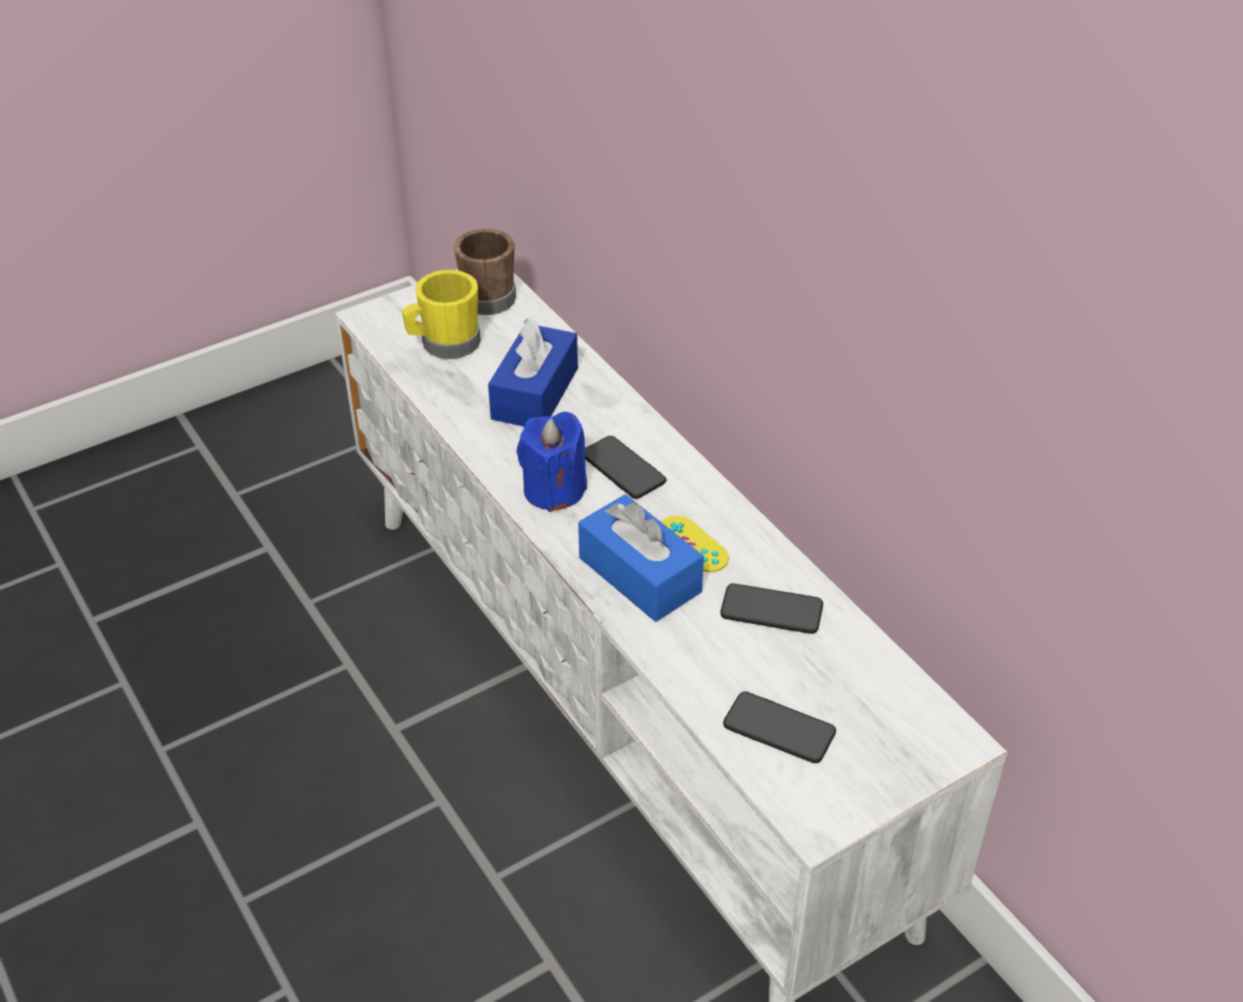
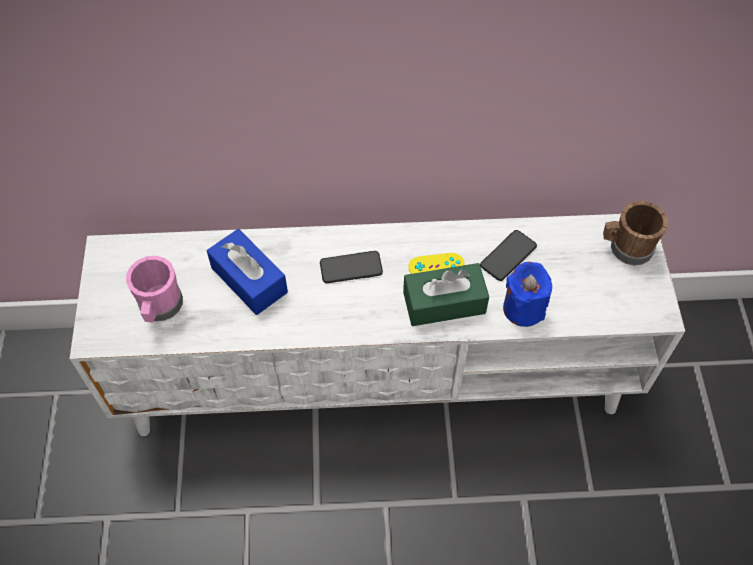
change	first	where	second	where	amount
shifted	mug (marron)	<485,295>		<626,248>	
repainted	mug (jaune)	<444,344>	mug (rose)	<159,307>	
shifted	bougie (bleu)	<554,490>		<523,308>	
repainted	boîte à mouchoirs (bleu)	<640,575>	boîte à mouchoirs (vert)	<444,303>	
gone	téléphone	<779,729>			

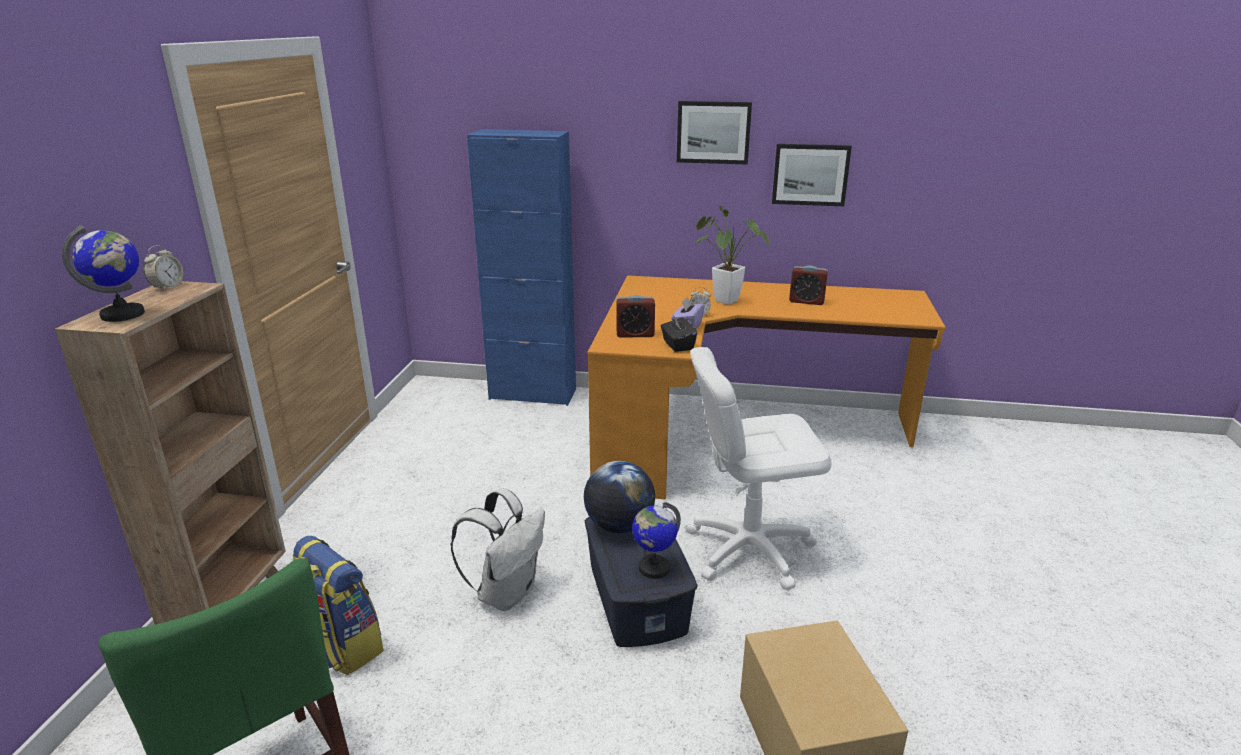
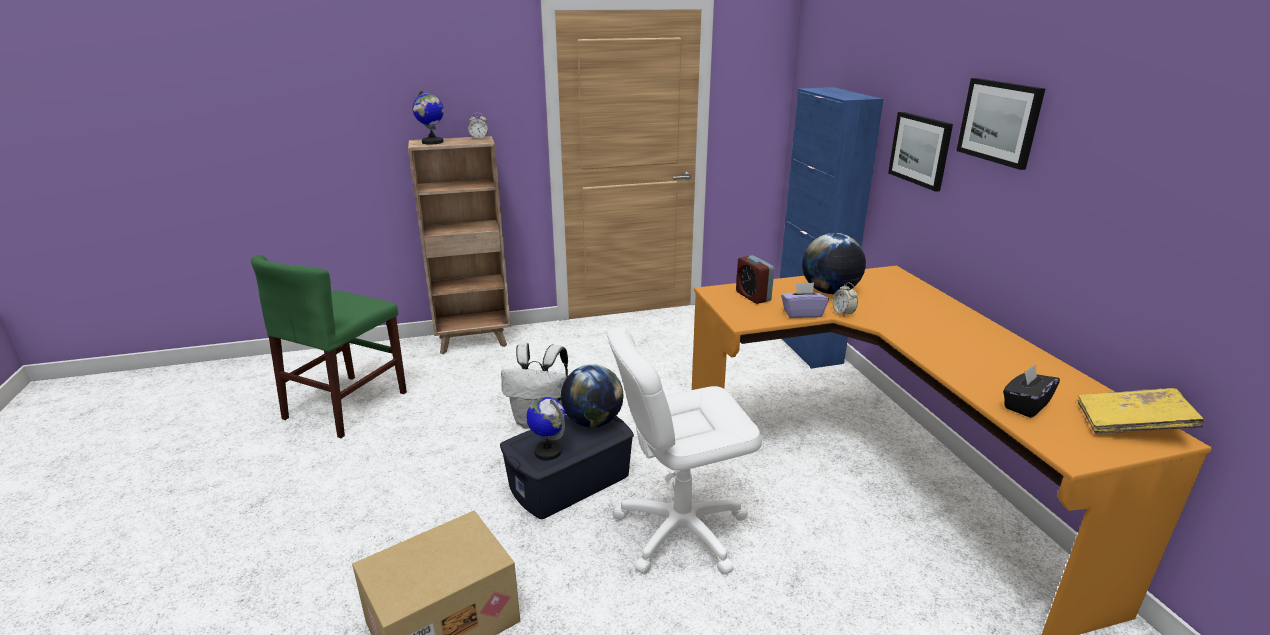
change	first	where	second	where	amount
shifted	tableau	<810,174>		<920,150>	
gone	plante en pot	<722,299>			
gone	réveil	<806,301>			
shifted	boîte à mouchoirs (noir)	<677,345>		<1025,405>	
rotated	chaise de bureau (blanc)	<748,549>		<680,530>	75 degrees counterclockwise
gone	sac à dos	<341,646>			
new			globe	<829,292>	
new			livre (jaune)	<1131,425>	

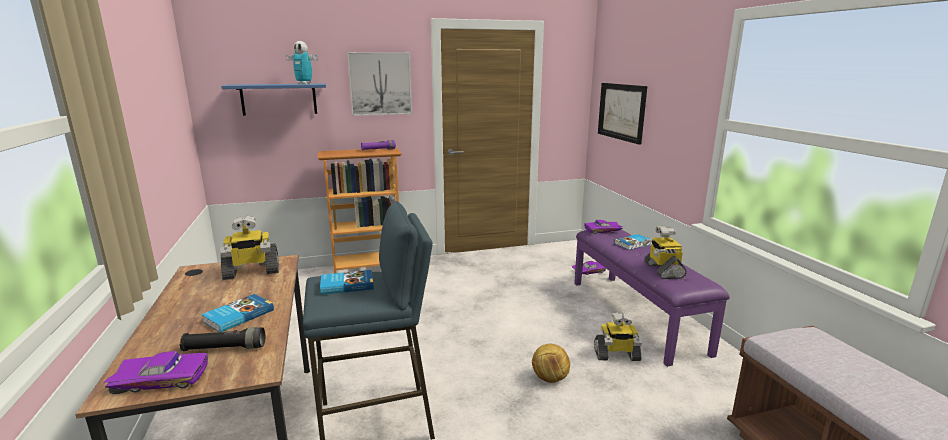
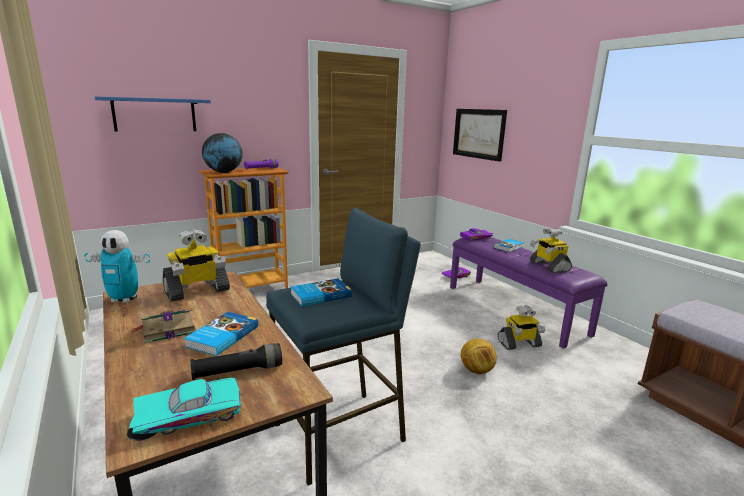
change	first	where	second	where	amount
shifted	robot jouet	<304,84>		<124,299>	
gone	tableau	<380,84>			
repainted	petite voiture (violet)	<162,378>	petite voiture (turquoise)	<189,413>	
new			globe	<223,172>	
new			livre	<167,330>	

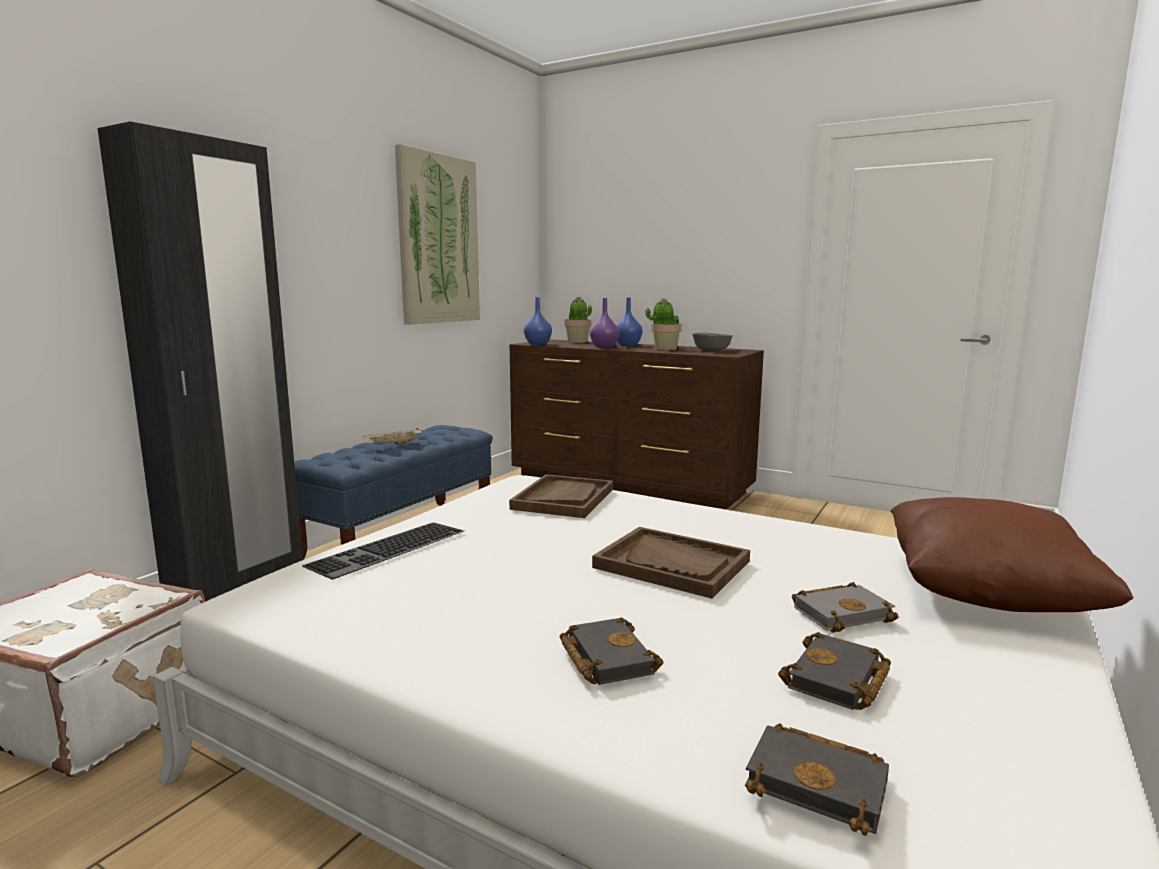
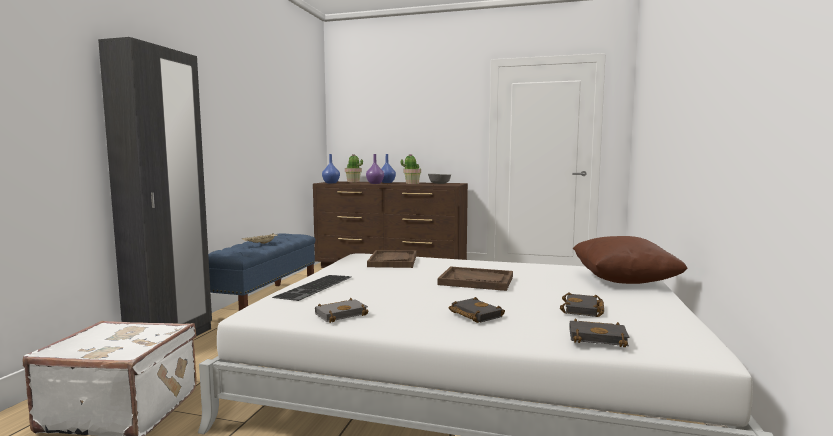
change	first	where	second	where	amount
gone	tableau	<438,240>			
shifted	livre (gris)	<842,612>		<341,314>	

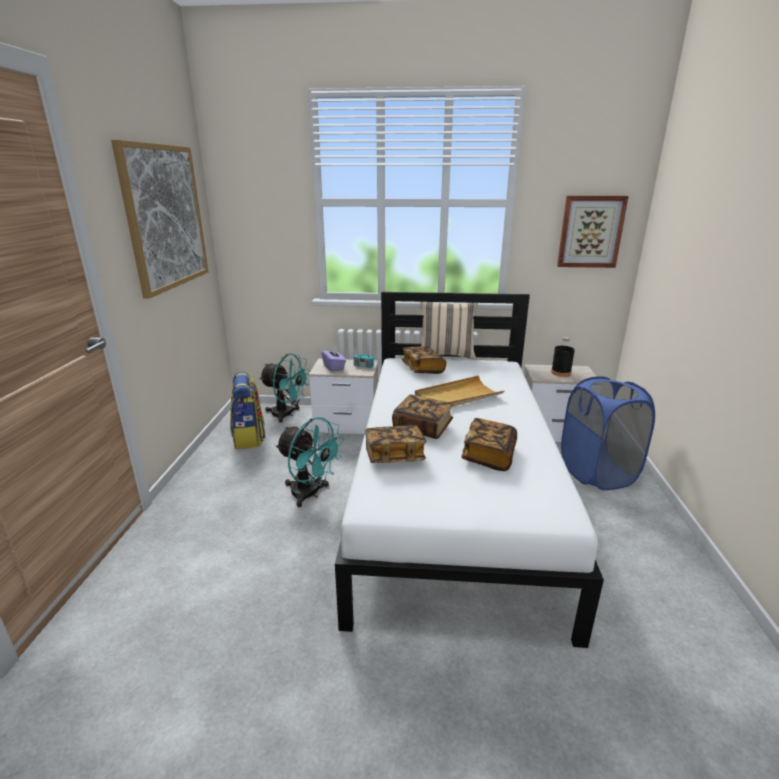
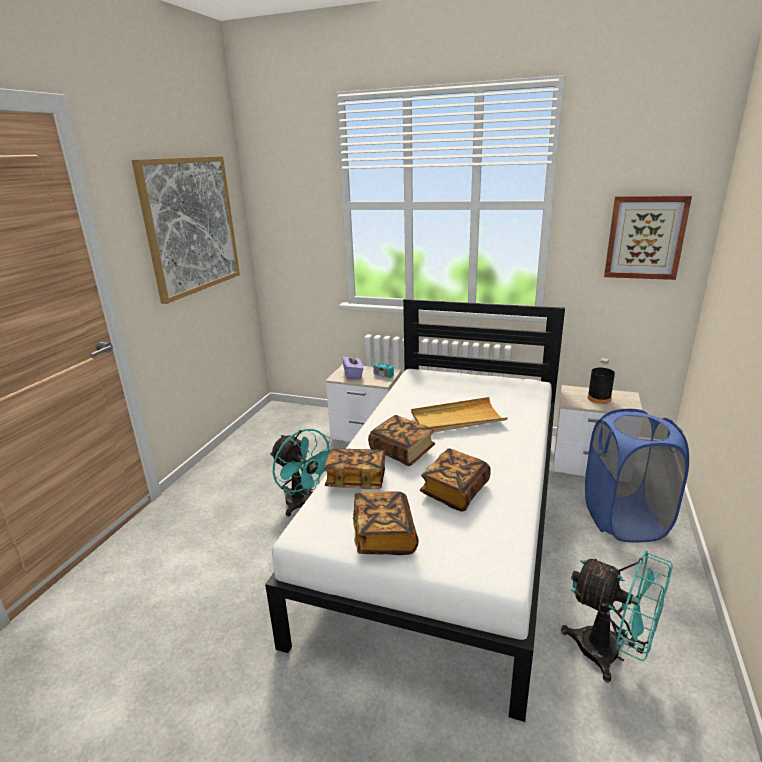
change	first	where	second	where	amount
gone	coussin (beige)	<446,355>			
shifted	livre	<422,369>		<384,536>	
shifted	ventilateur (turquoise)	<287,415>		<610,654>	
gone	sac à dos	<249,438>			

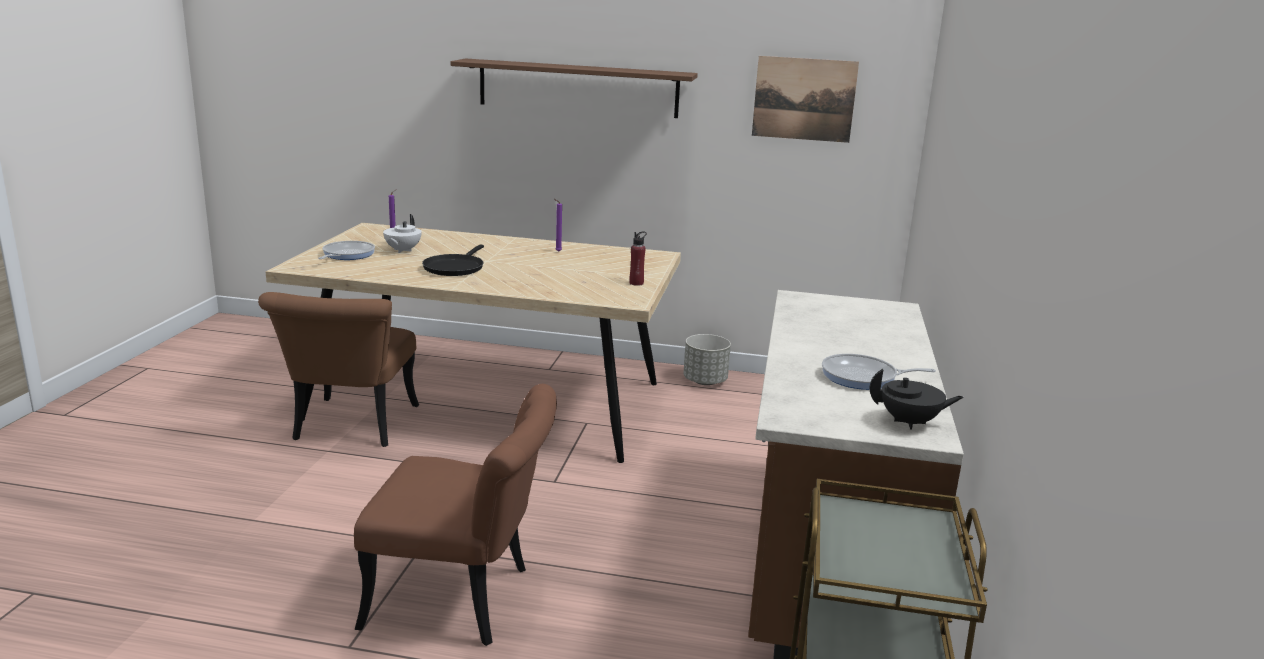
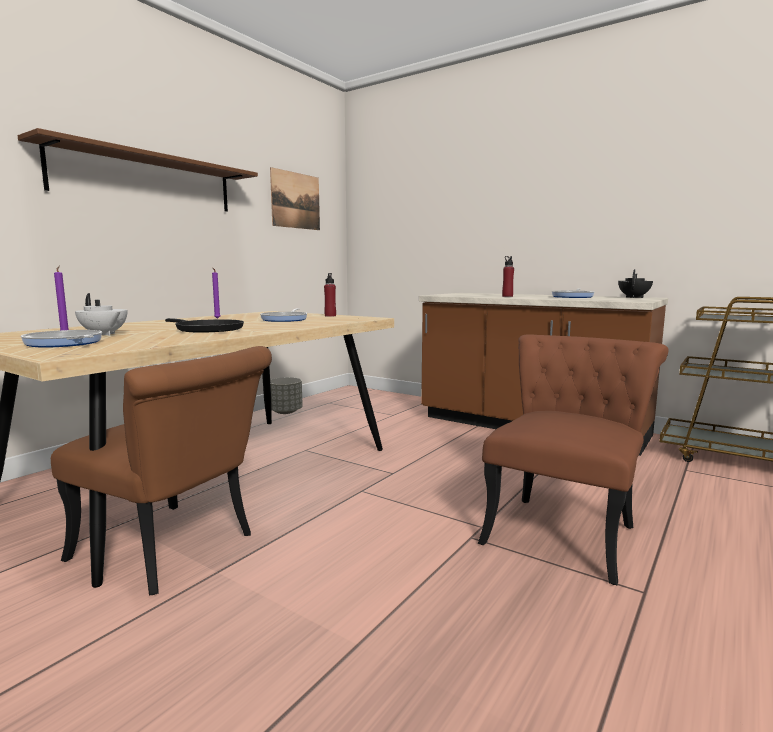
change	first	where	second	where	amount
new			bouteille (rouge)	<507,296>	
new			poêle	<285,319>	

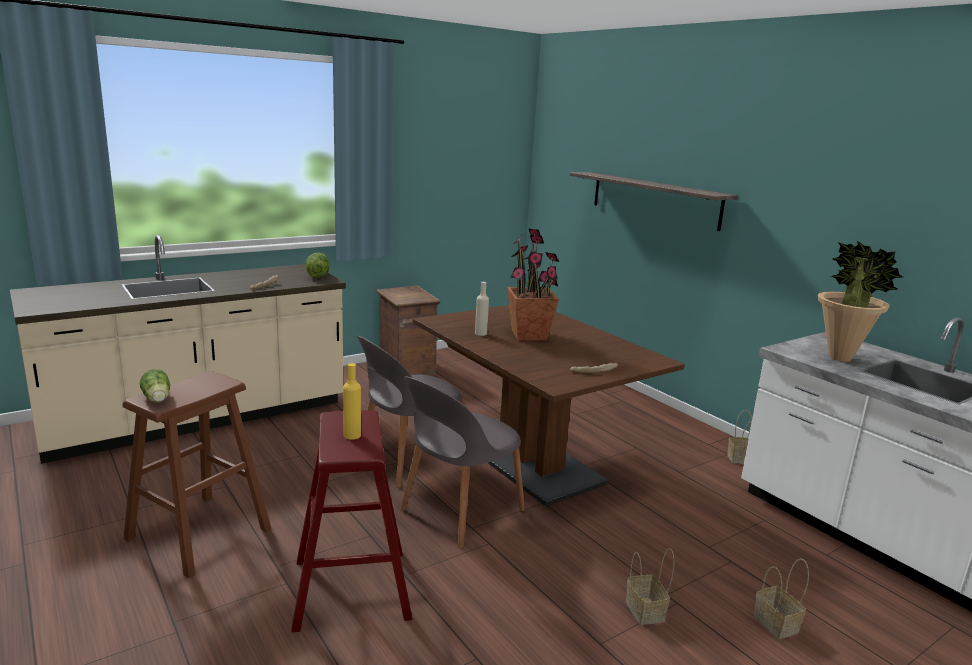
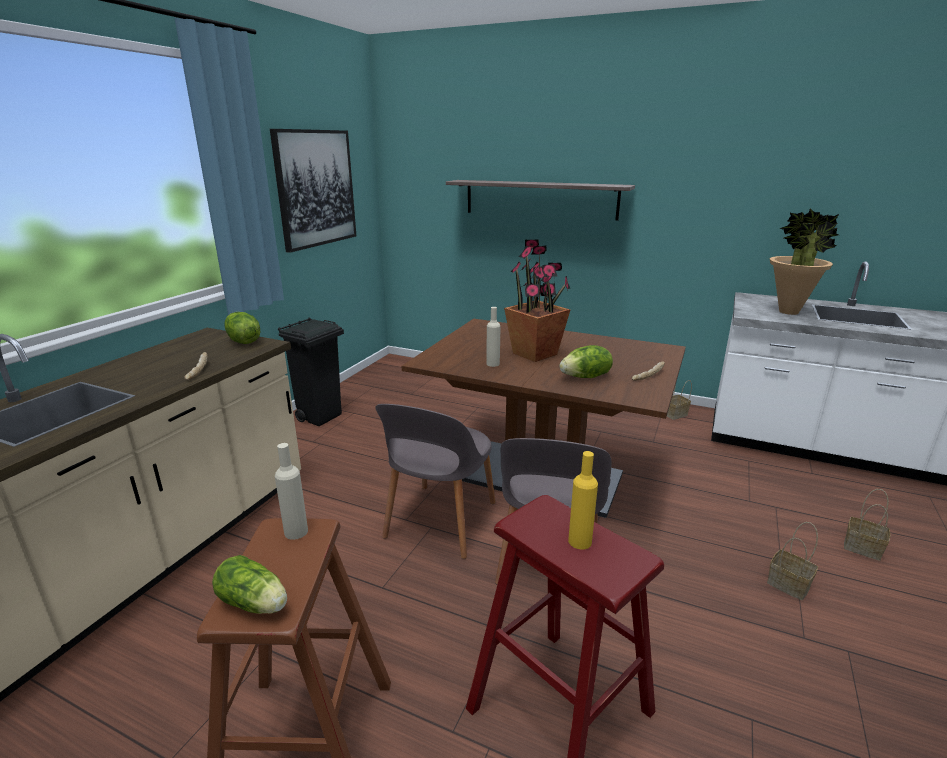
change	first	where	second	where	amount
swapped	caisse	<406,367>	poubelle (noir)	<321,417>	
new			tableau	<316,188>	
new			laitue	<586,377>	
new			bouteille (beige)	<296,532>	

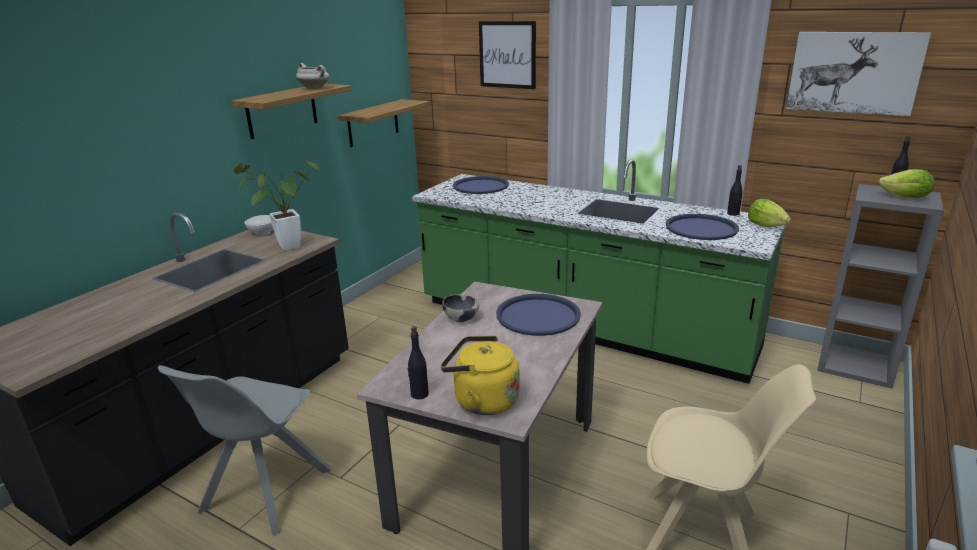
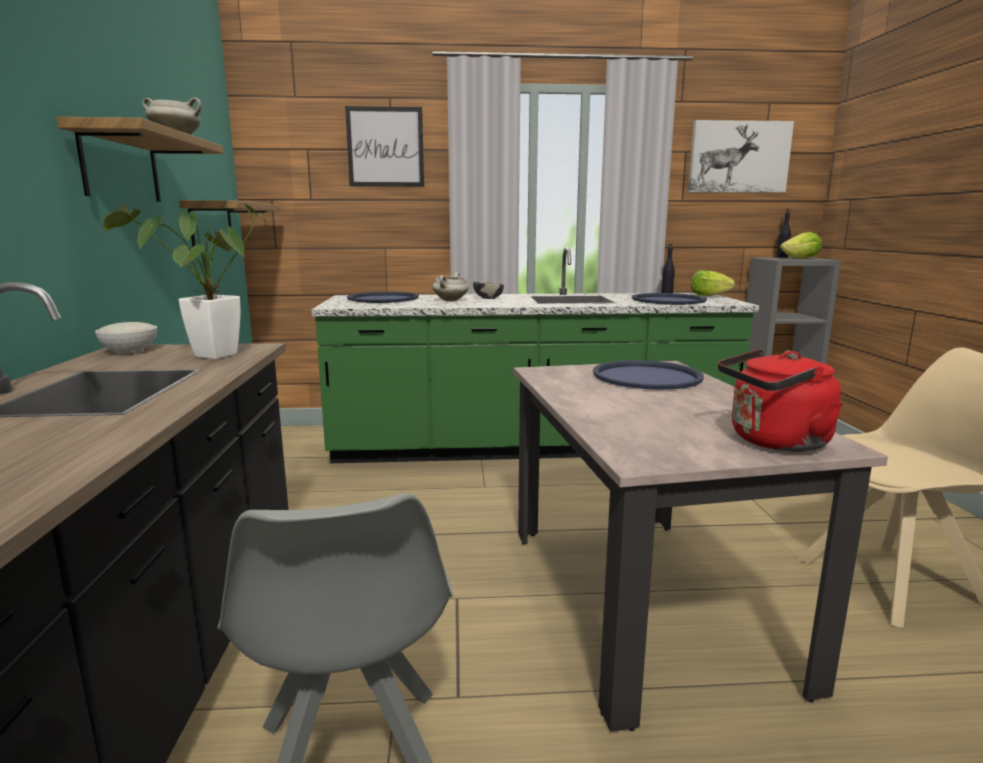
change	first	where	second	where	amount
shifted	bol	<461,318>		<488,299>	
gone	bouteille (noir)	<419,394>			
repainted	bouilloire (jaune)	<482,400>	bouilloire (rouge)	<774,442>	
new			marmite (blanc)	<450,301>	

